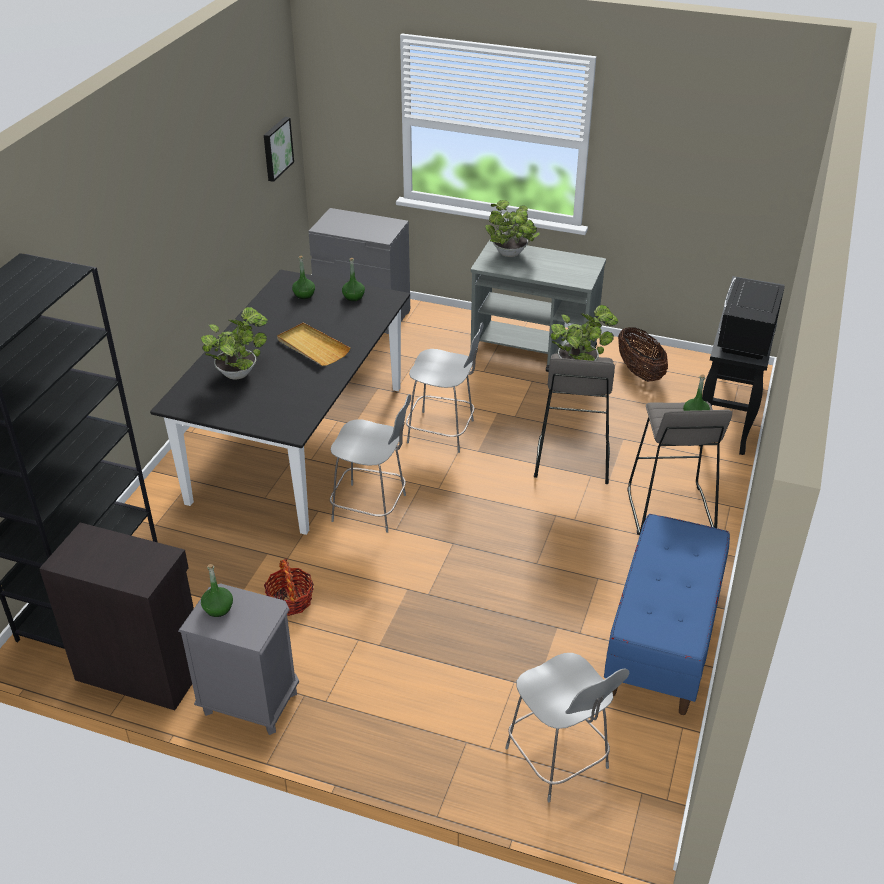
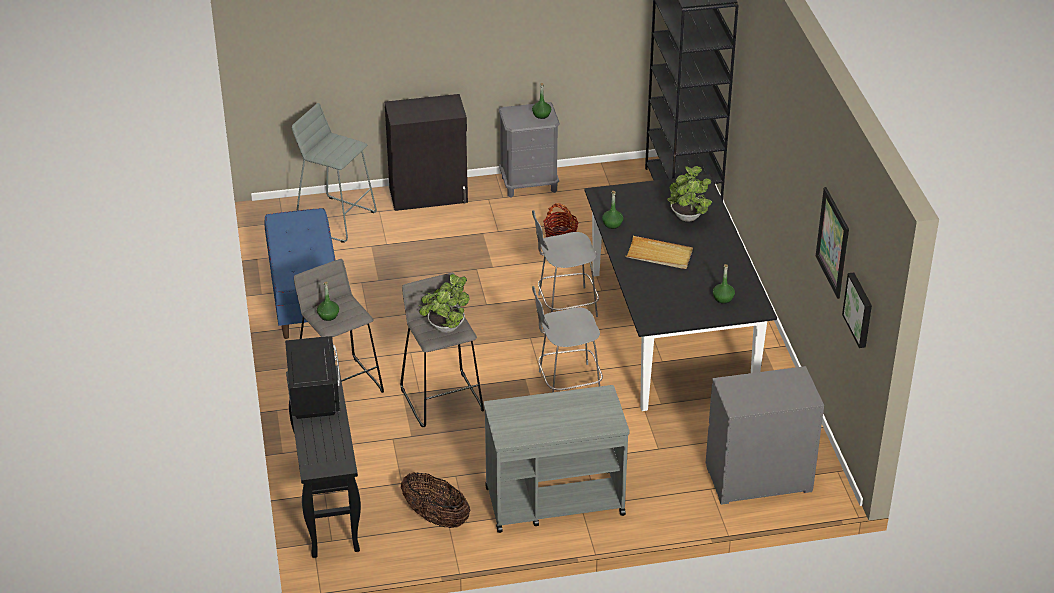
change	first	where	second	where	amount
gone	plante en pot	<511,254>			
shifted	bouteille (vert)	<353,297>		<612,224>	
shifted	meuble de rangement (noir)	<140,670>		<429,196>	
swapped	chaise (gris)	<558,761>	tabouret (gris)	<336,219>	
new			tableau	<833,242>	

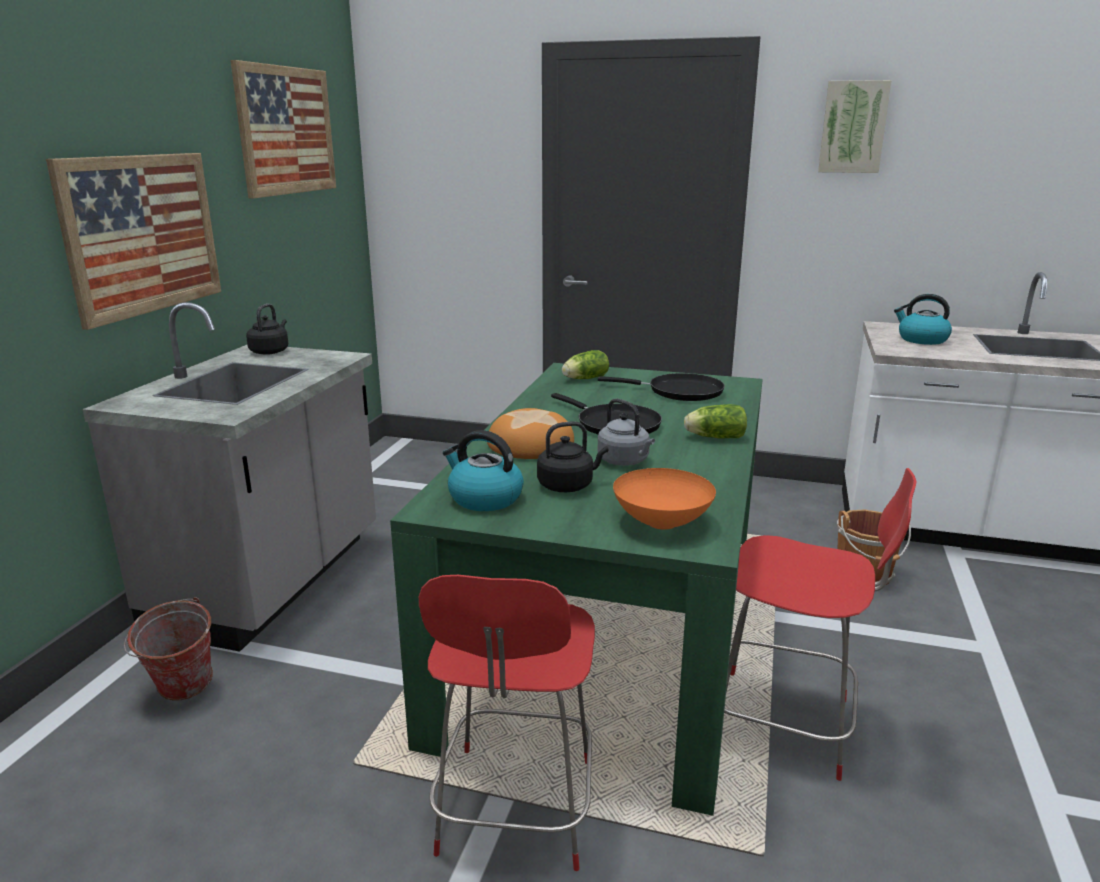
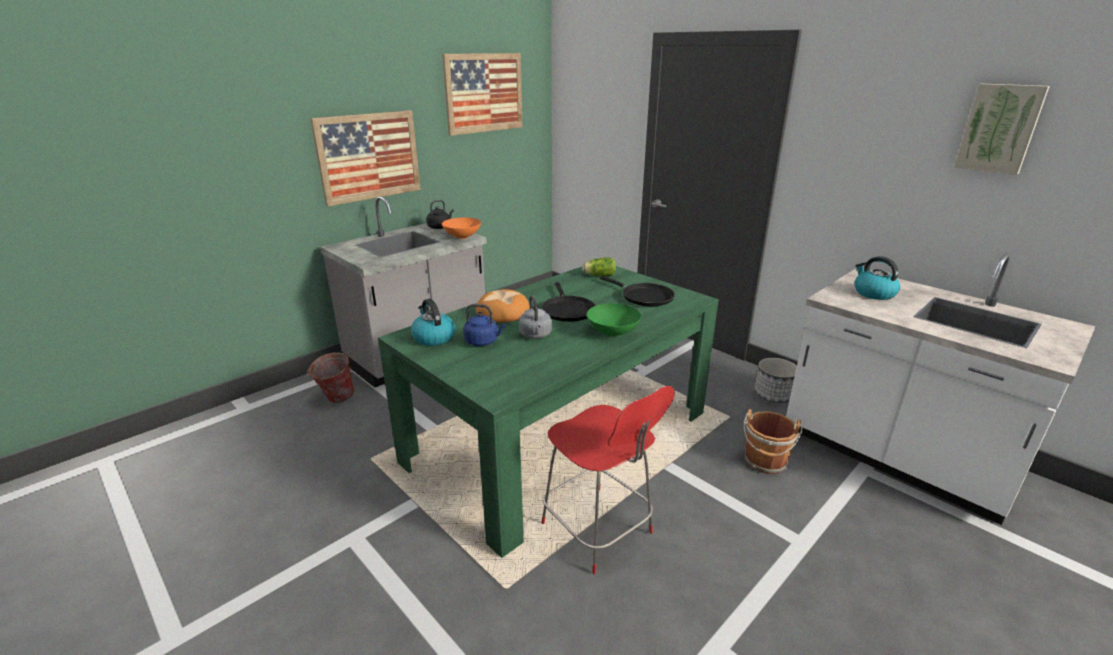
change	first	where	second	where	amount
shifted	tableau	<853,127>		<1000,128>	
swapped	laitue	<713,437>	bol (vert)	<612,333>	
repainted	bouilloire (noir)	<568,485>	bouilloire (bleu)	<483,342>	
shifted	bol (orange)	<663,521>		<463,237>	
gone	chaise (rouge)	<515,812>			
new			cache-pot	<773,395>	

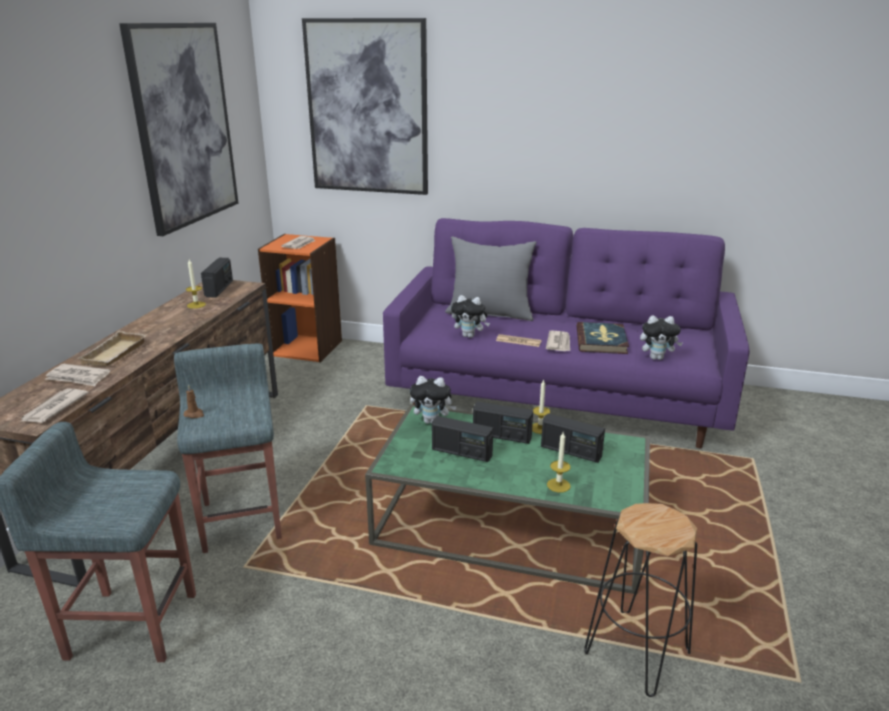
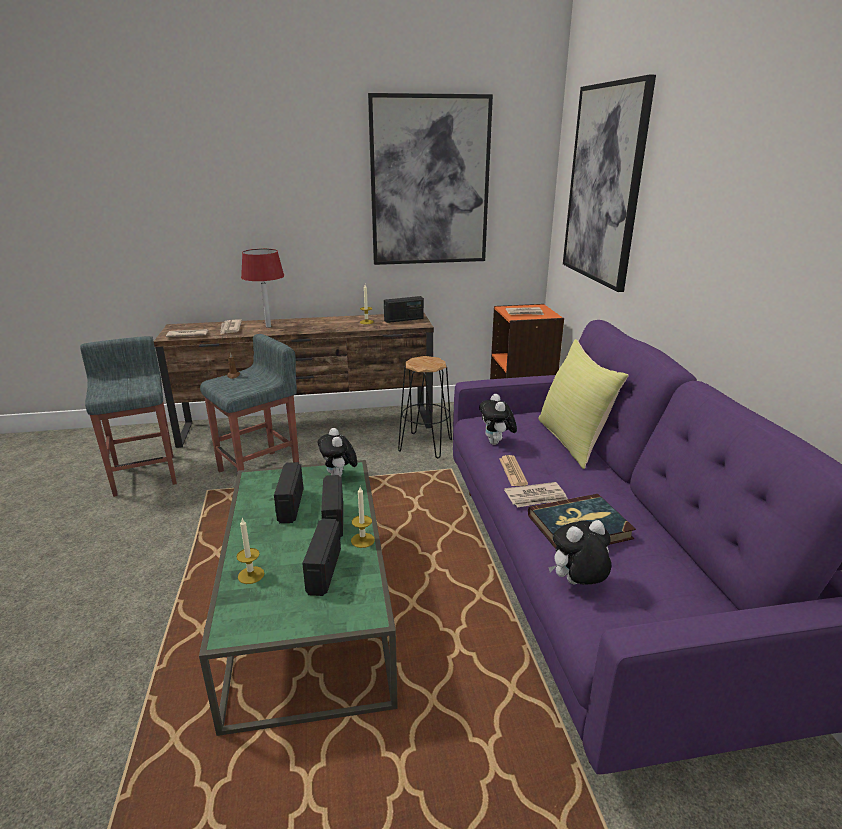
change	first	where	second	where	amount
repainted	coussin (gris)	<490,313>	coussin (jaune)	<573,441>	
rotated	peluche	<657,358>		<577,584>	90 degrees clockwise
swapped	plateau (beige)	<116,354>	lampe de table (rouge)	<268,327>	
shifted	tabouret (noir)	<637,651>		<426,445>	

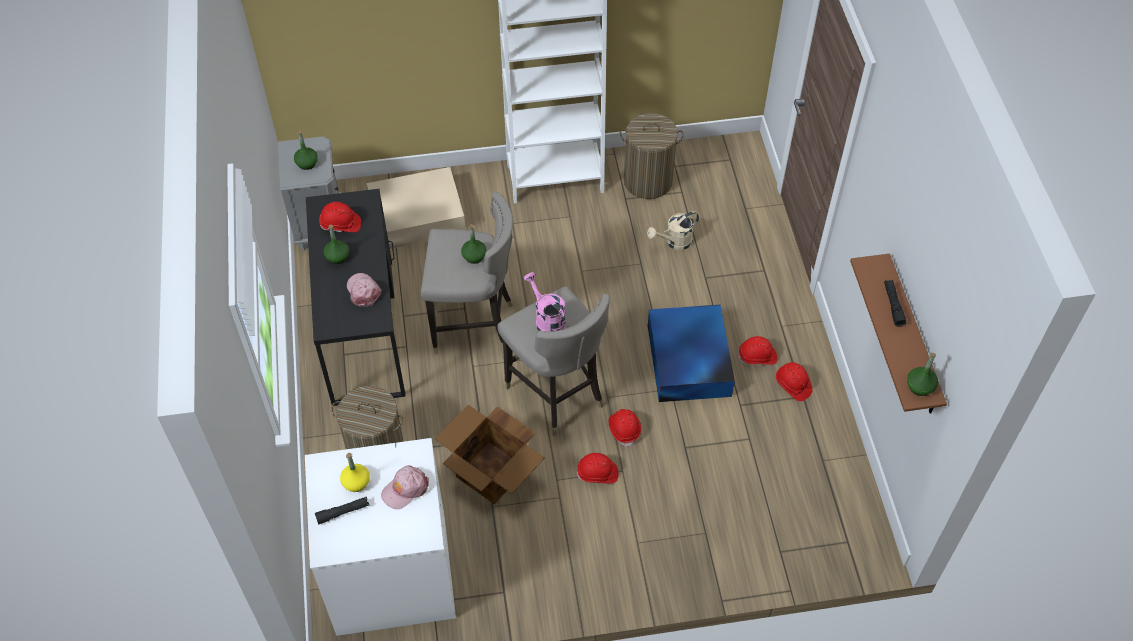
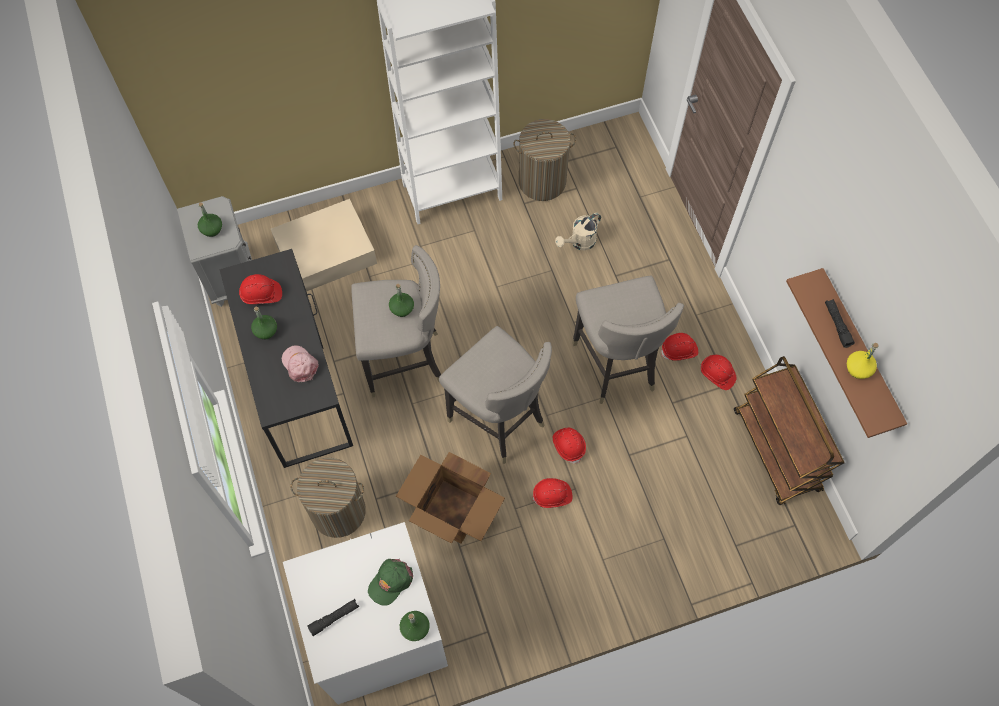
change	first	where	second	where	amount
gone	arrosoir (rose)	<546,319>			
swapped	boîte de rangement (bleu)	<688,361>	tabouret (gris)	<615,366>	
shifted	bouteille (vert)	<919,386>		<415,628>	
shifted	bouteille (jaune)	<356,482>		<858,369>	
repainted	casquette (rose)	<405,489>	casquette (vert)	<390,582>	
new			chariot (marron)	<777,451>	

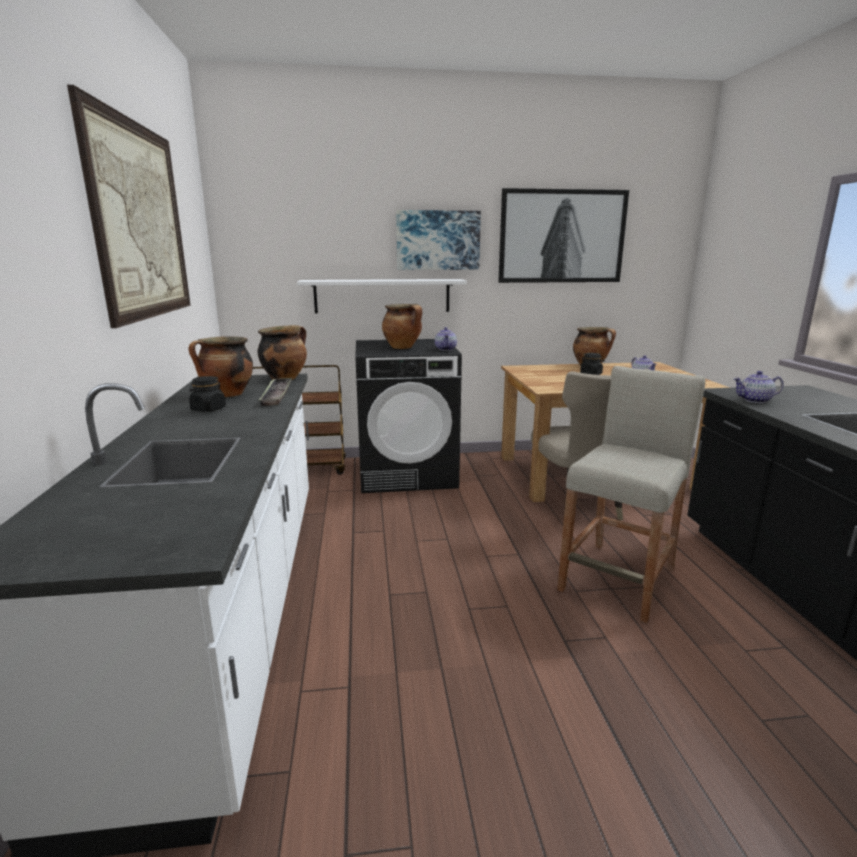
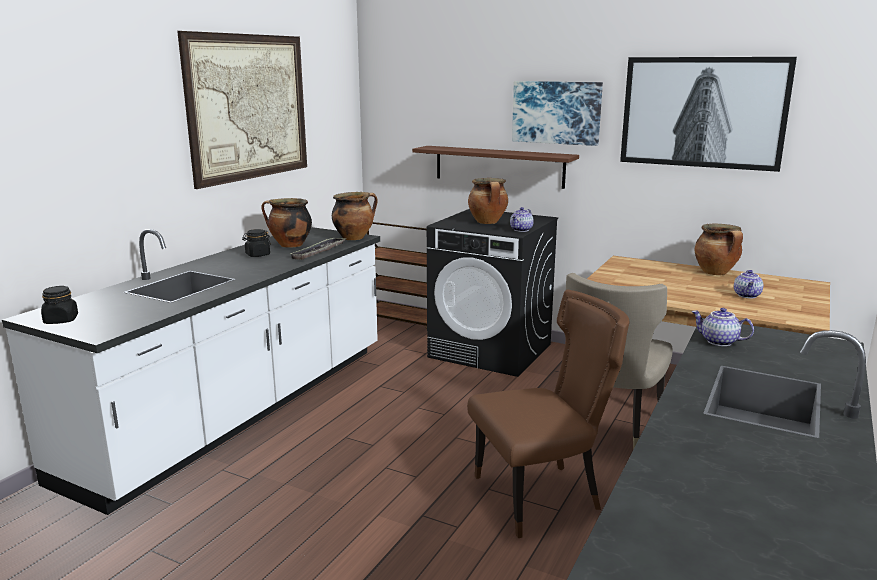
change	first	where	second	where	amount
repainted	étagère (blanc)	<382,296>	étagère (marron)	<498,166>	
shifted	bocal (noir)	<591,374>		<61,320>	
swapped	tabouret (beige)	<618,579>	chaise (marron)	<542,495>	

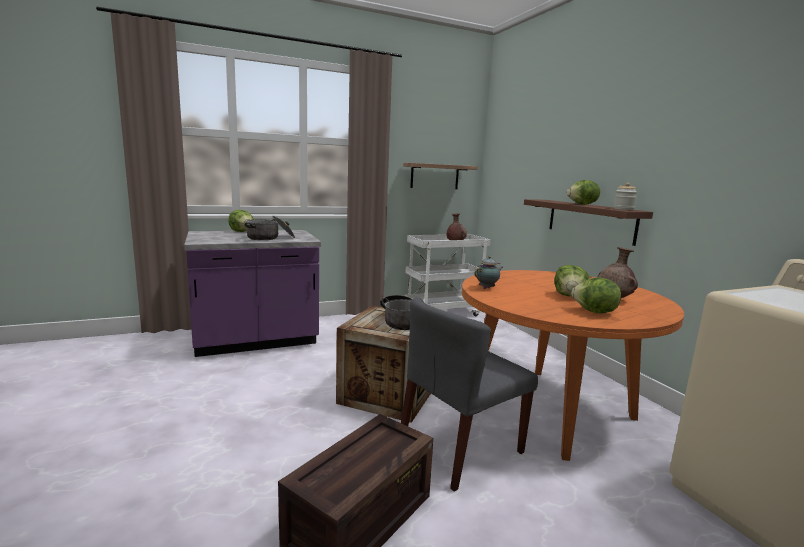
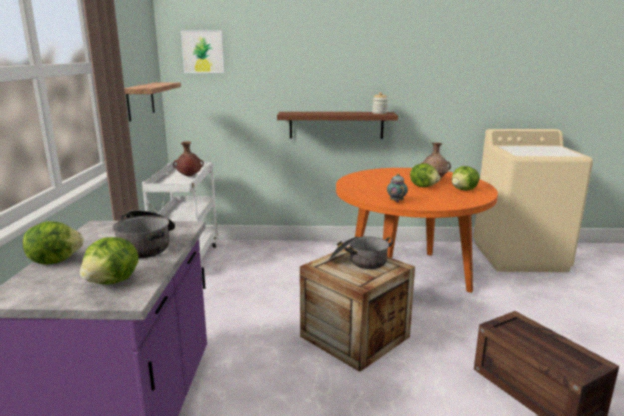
change	first	where	second	where	amount
shifted	laitue	<582,204>		<113,282>	
gone	chaise (gris)	<460,448>			
new			tableau	<203,52>	

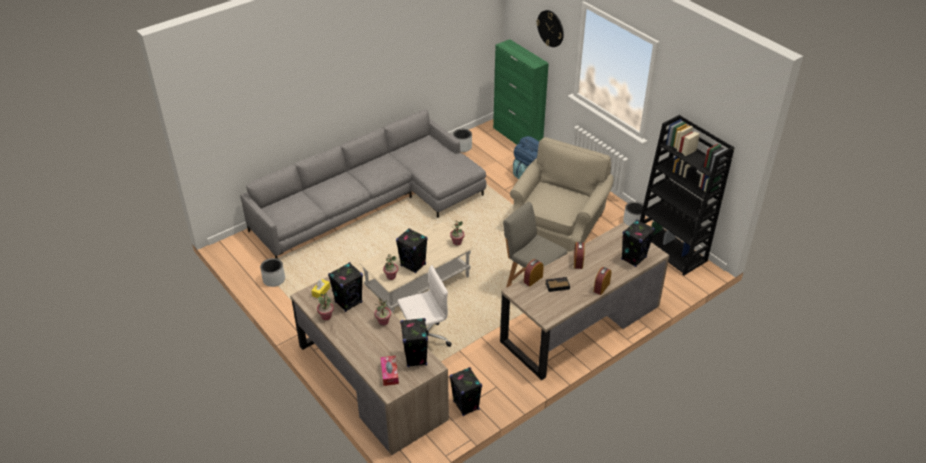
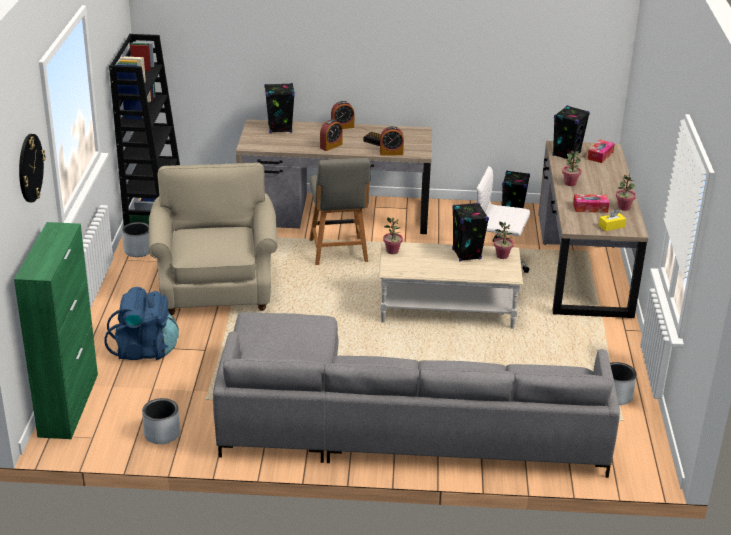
change	first	where	second	where	amount
rotated	fauteuil (beige)	<558,225>		<215,285>	105 degrees clockwise
swapped	enceinte (noir)	<348,302>	boîte à mouchoirs	<590,208>	

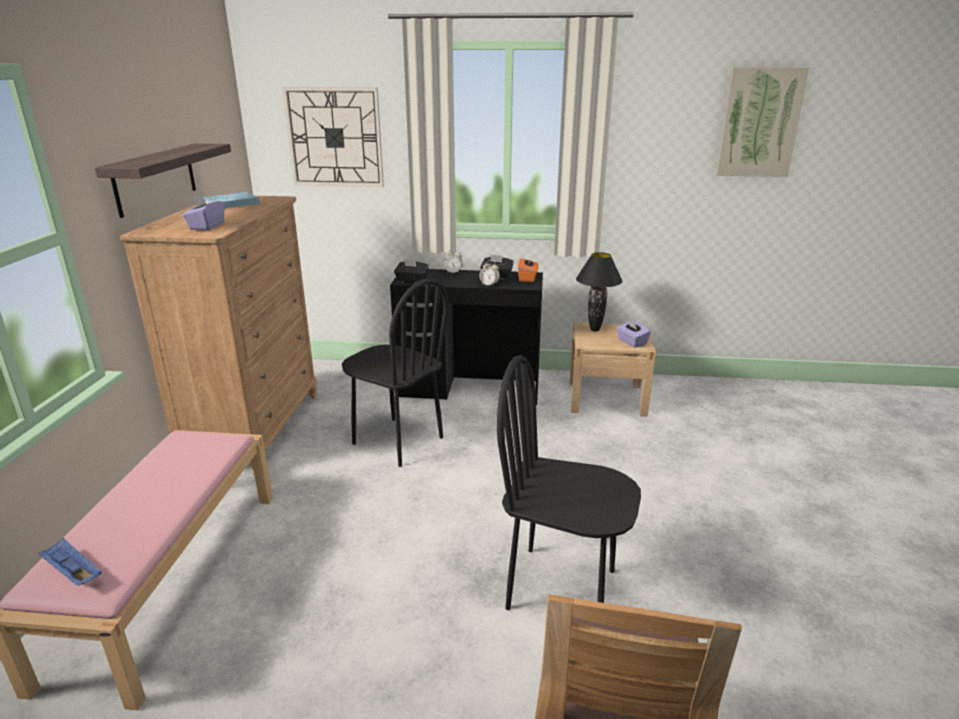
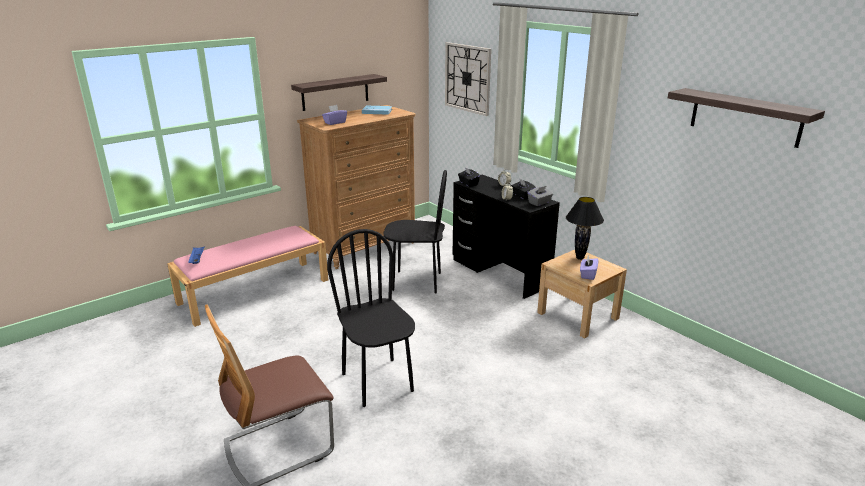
change	first	where	second	where	amount
swapped	tableau	<759,122>	étagère	<745,117>	
repainted	boîte à mouchoirs (orange)	<527,278>	boîte à mouchoirs (gris)	<539,203>	
rotated	chaise (noir)	<397,441>		<416,281>	75 degrees counterclockwise

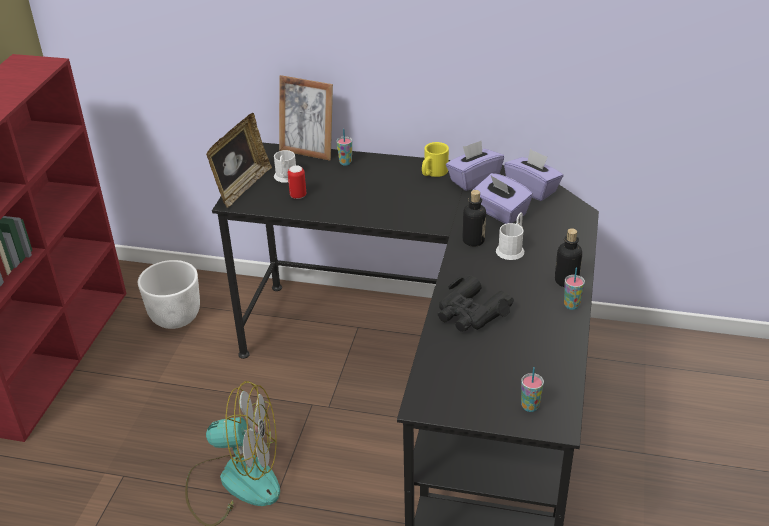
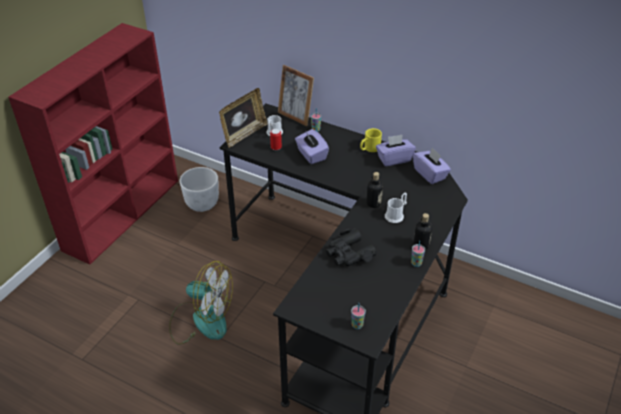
change	first	where	second	where	amount
shifted	boîte à mouchoirs (violet)	<500,212>		<311,155>	

